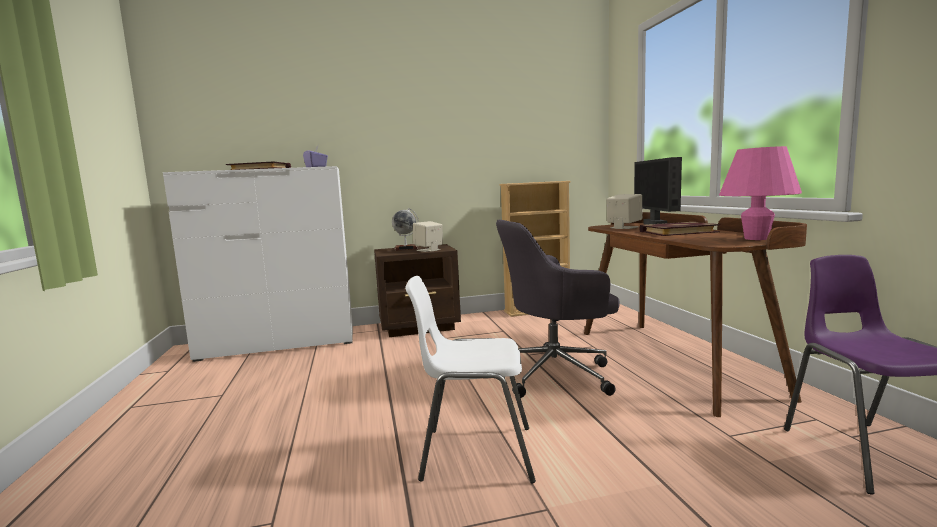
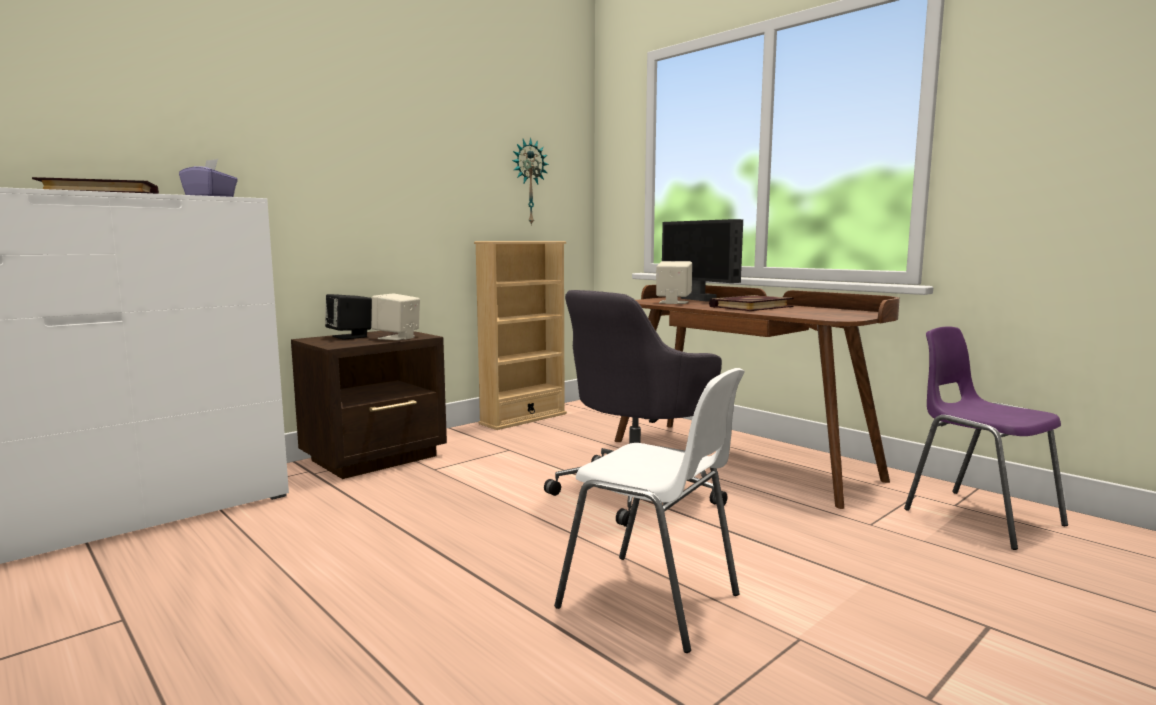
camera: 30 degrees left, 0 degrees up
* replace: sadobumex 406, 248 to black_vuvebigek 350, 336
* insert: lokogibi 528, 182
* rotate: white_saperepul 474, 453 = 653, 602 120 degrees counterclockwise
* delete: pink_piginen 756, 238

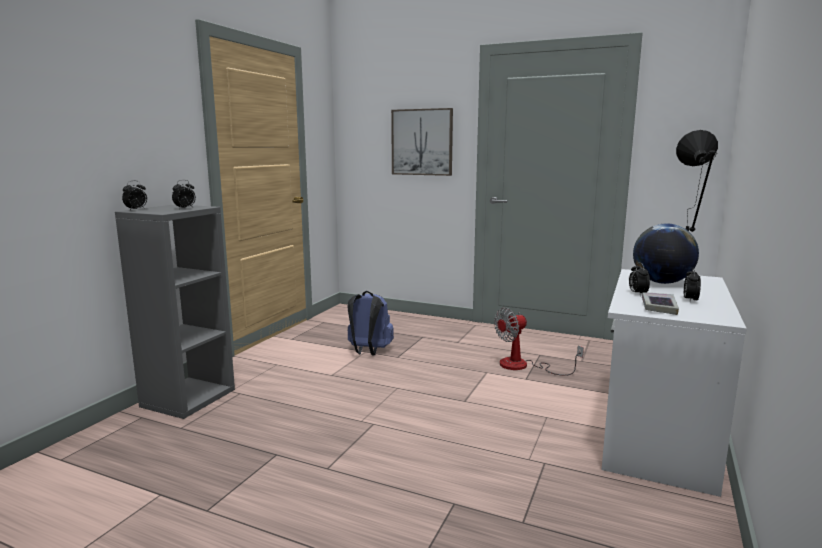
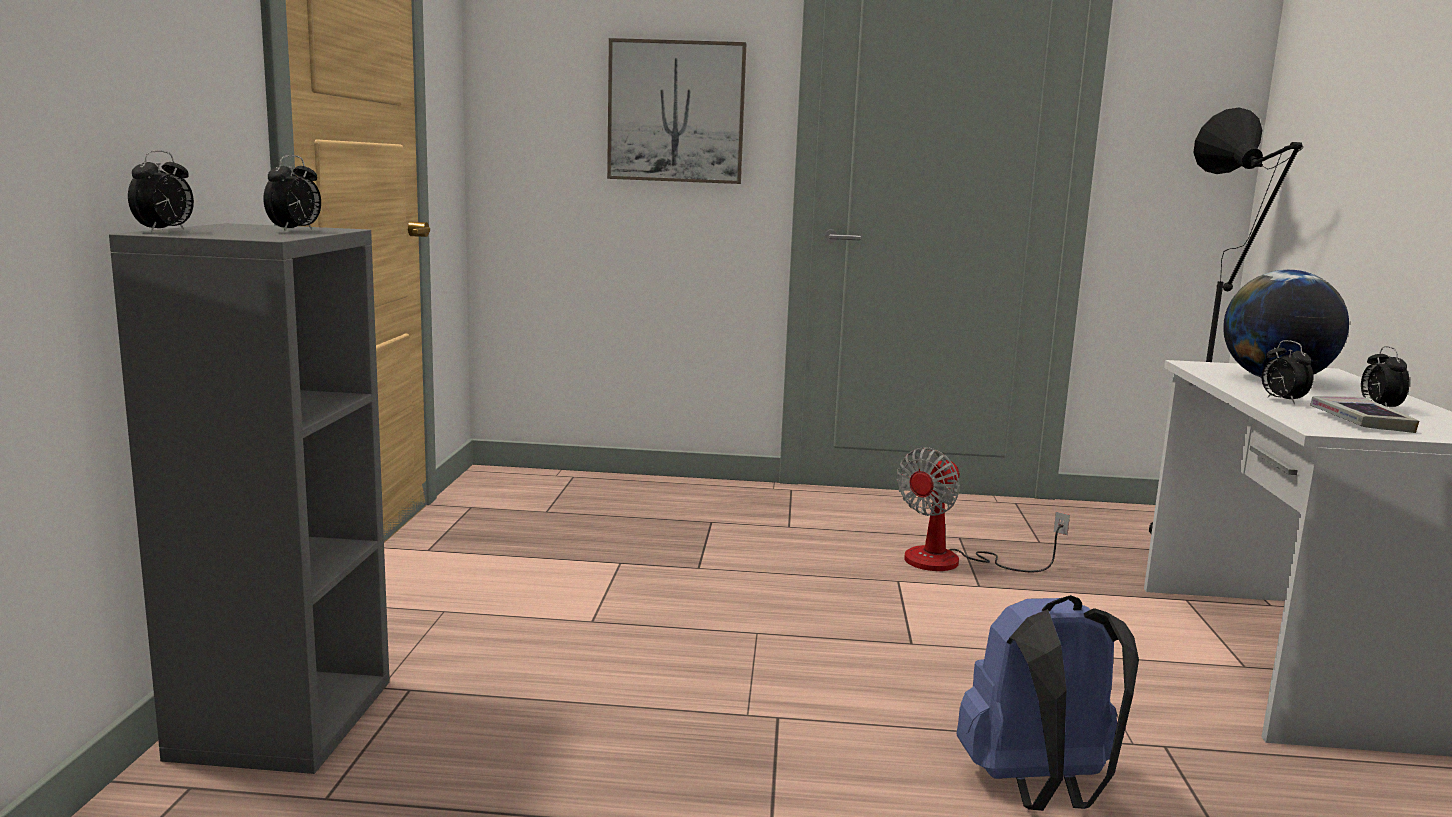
camera: 20 degrees left, 0 degrees up
* move: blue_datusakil 368, 351 to 1039, 790

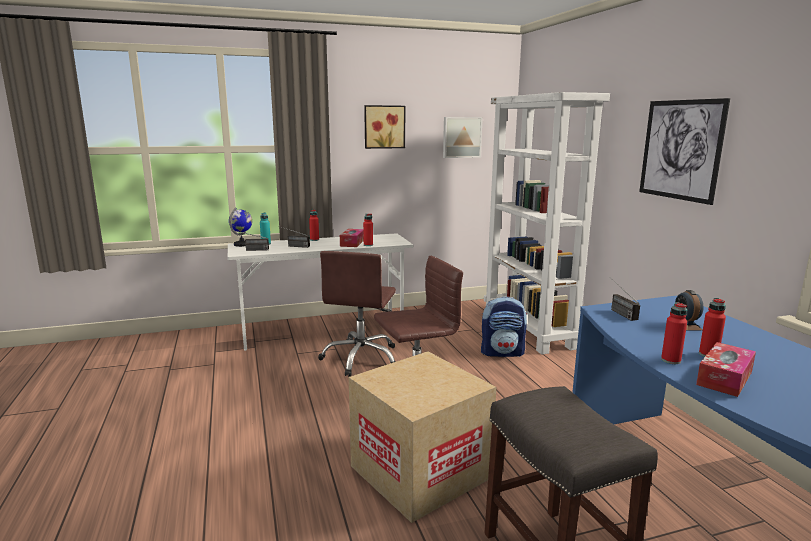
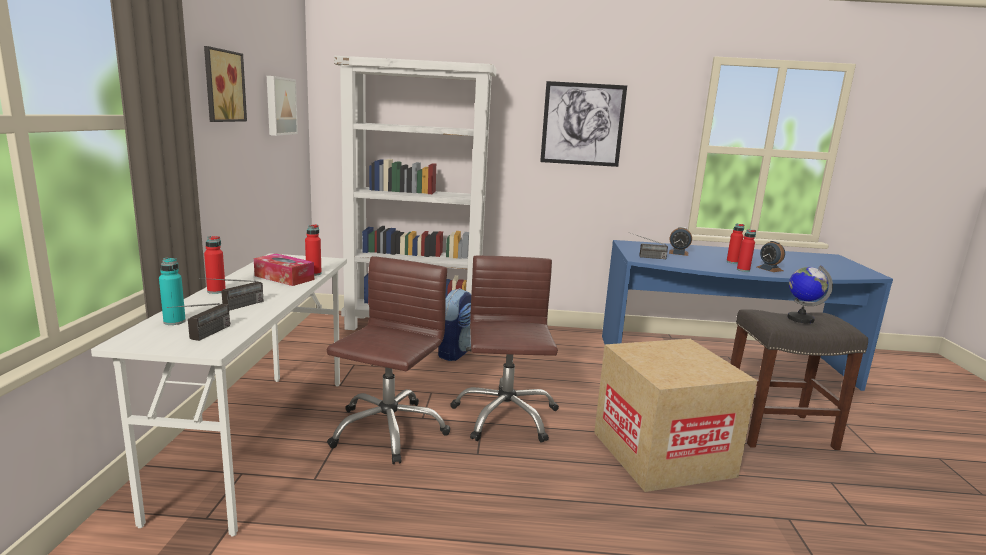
camera: 70 degrees left, 0 degrees up
* rotate: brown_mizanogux 361, 358 = 388, 430 105 degrees counterclockwise
* replace: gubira 724, 378 to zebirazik 769, 269
* move: sadobumex 242, 244 to 800, 319

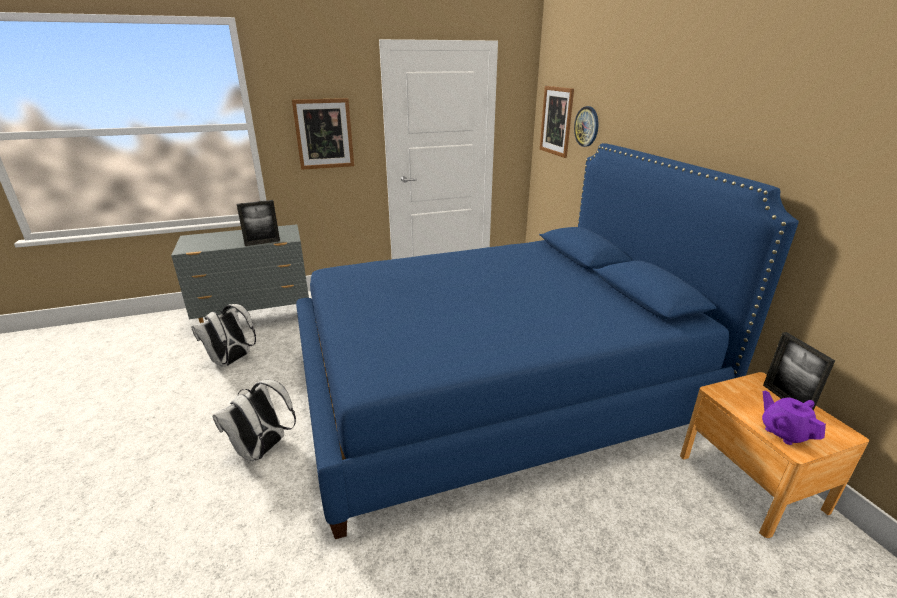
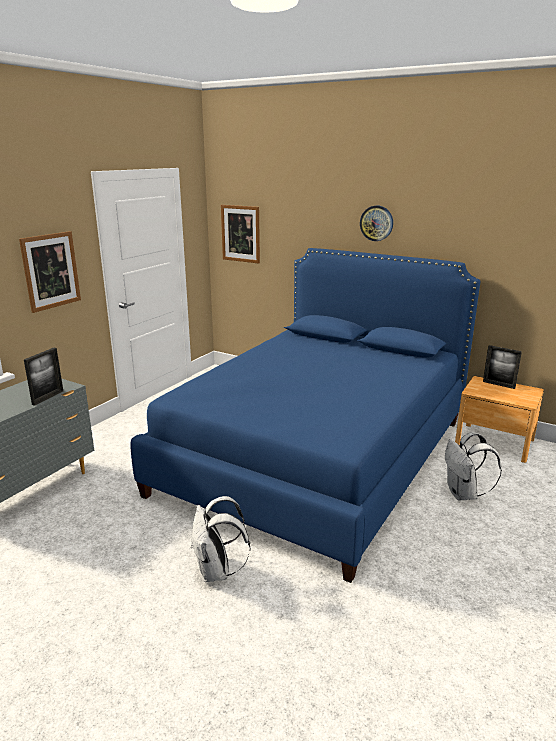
camera: 40 degrees left, 5 degrees down
* move: lokogibi 587, 126 to 376, 223
* move: white_datusakil 232, 361 to 464, 494
* delete: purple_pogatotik 784, 432

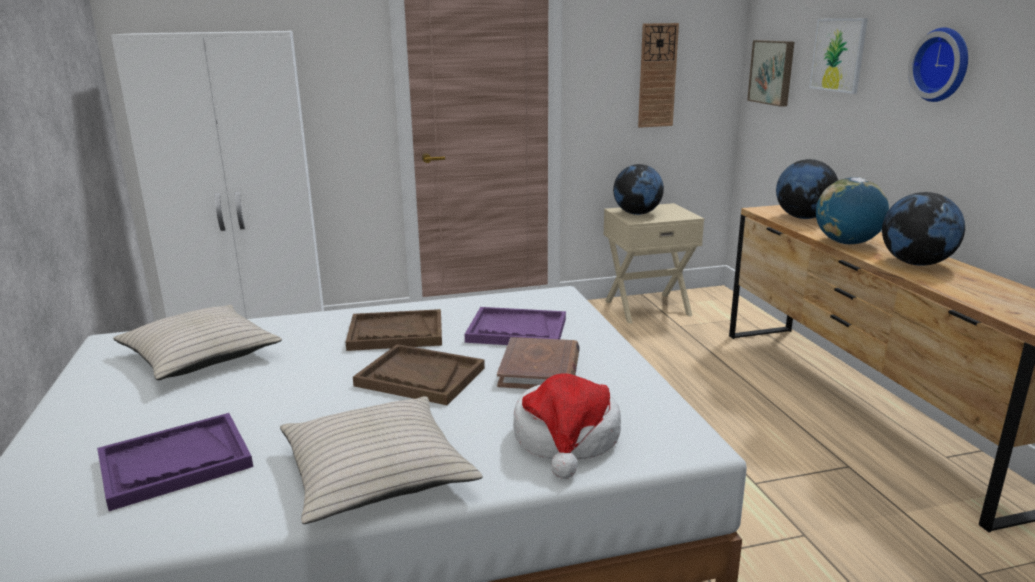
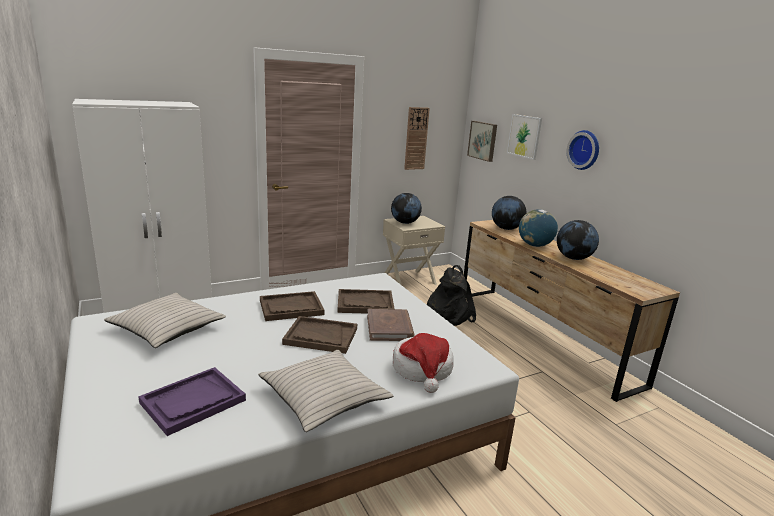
camera: 15 degrees left, 0 degrees up
* recolor: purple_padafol 516, 330 to brown_padafol 365, 303
* insert: black_datusakil 447, 314

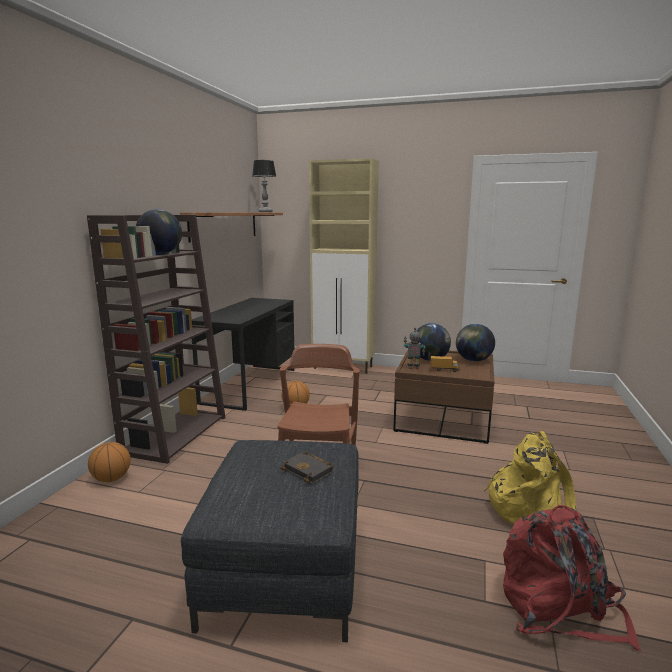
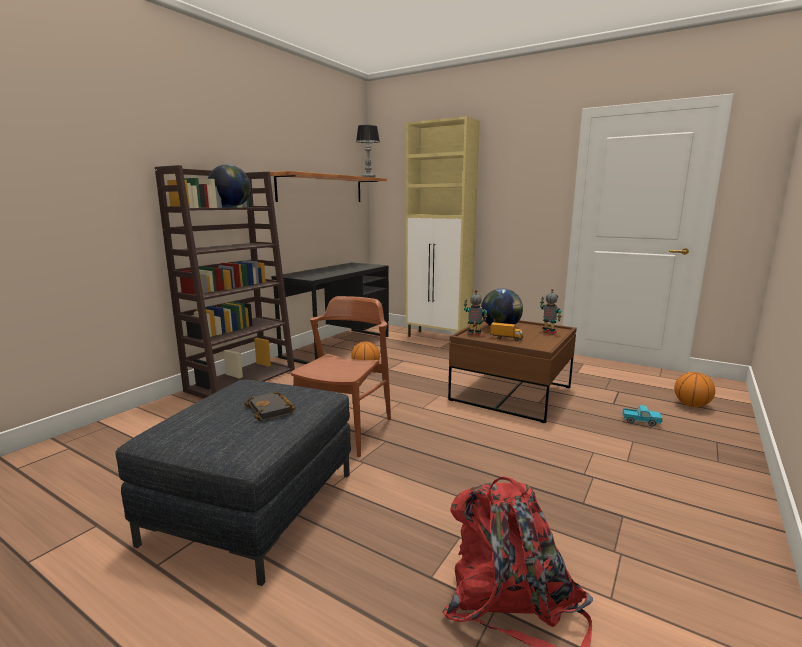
camera: 15 degrees right, 0 degrees up
* replace: sadobumex 473, 360 to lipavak 548, 332
* insert: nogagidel 641, 422
* move: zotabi 111, 479 to 691, 405
* delete: yellow_datusakil 528, 508

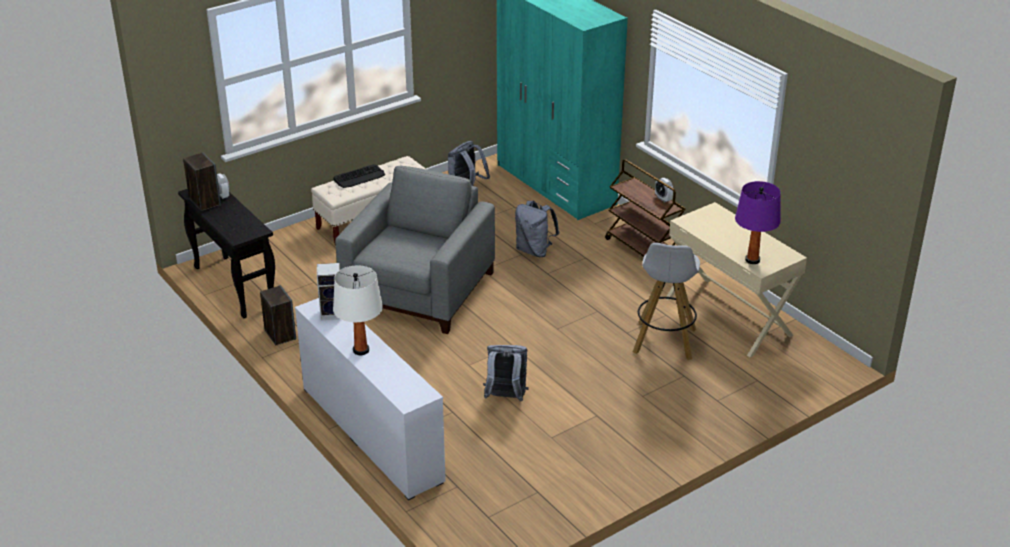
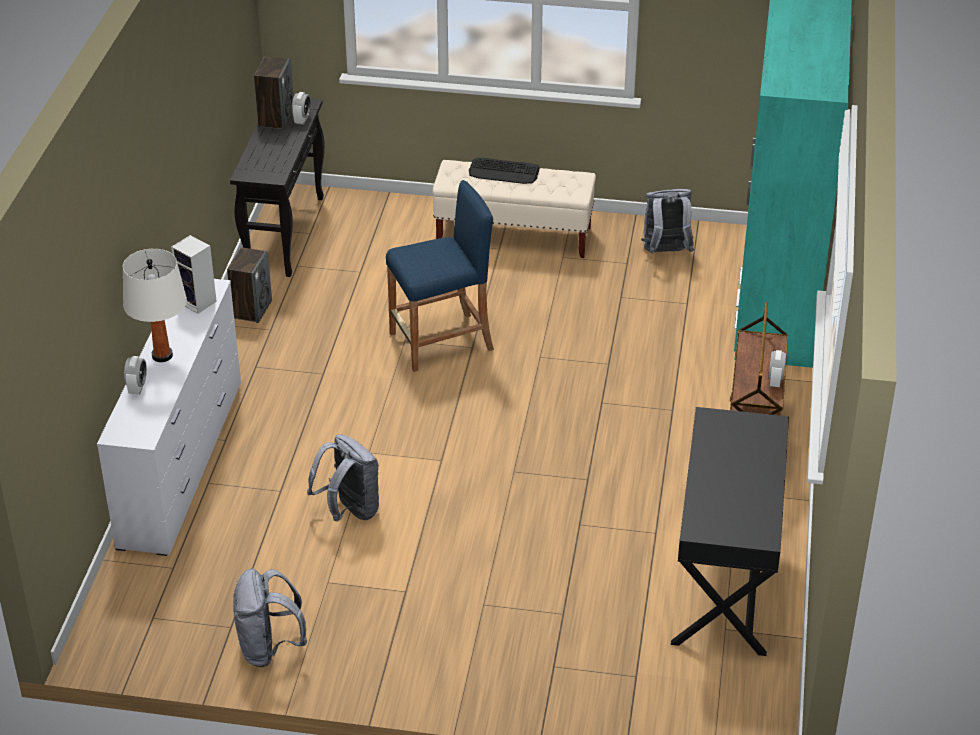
camera: 45 degrees right, 5 degrees up
* insert: zebirazik 137, 388
* move: grey_datusakil 534, 251 to 269, 648
* replace: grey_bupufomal 419, 291 to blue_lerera 441, 342
* recolor: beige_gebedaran 729, 316 to black_gebedaran 726, 582
* delete: white_lerera 664, 342
* delete: purple_piginen 752, 260

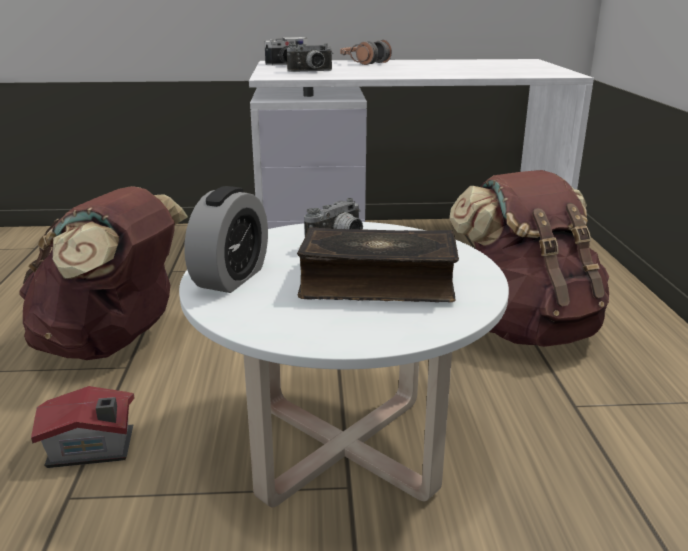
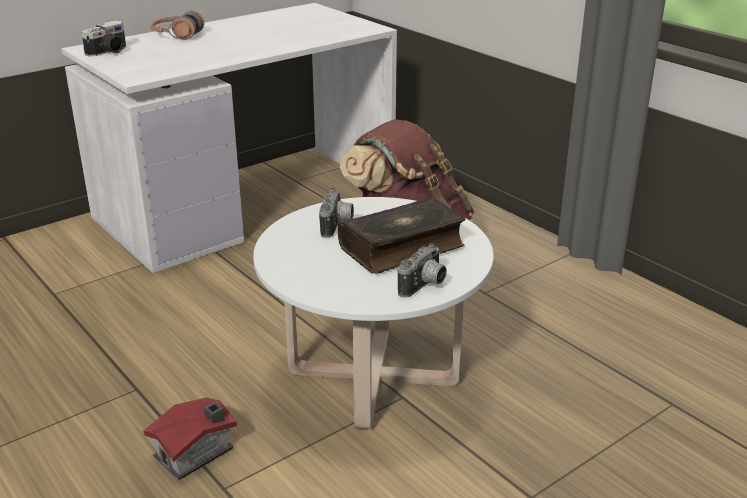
camera: 35 degrees left, 5 degrees up
* move: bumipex 311, 72 to 425, 286
* delete: brown_datusakil 112, 343
* delete: zebirazik 231, 278

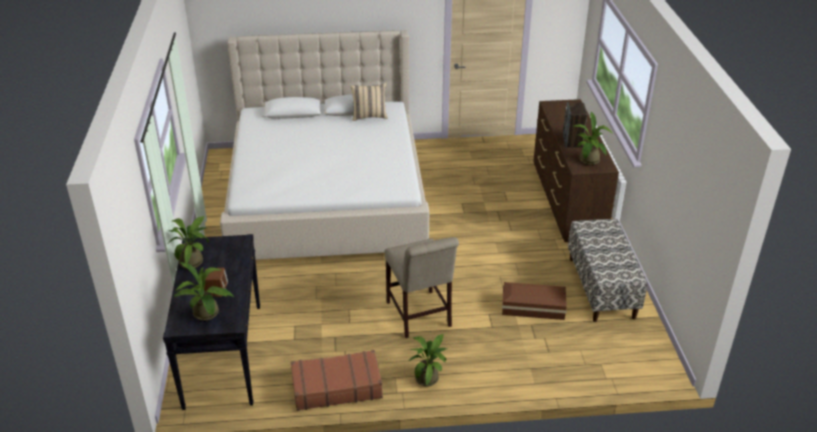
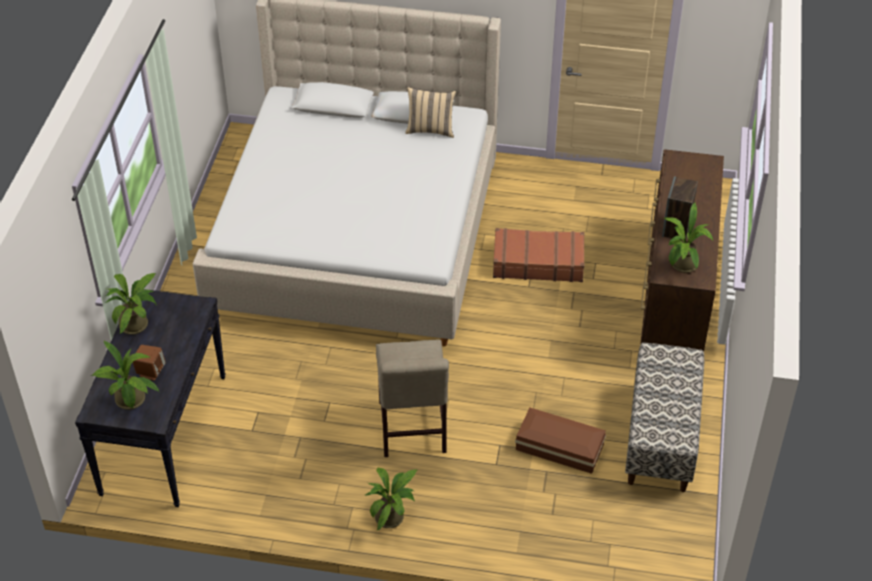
camera: 15 degrees right, 10 degrees up
* move: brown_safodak 336, 387 to 537, 263

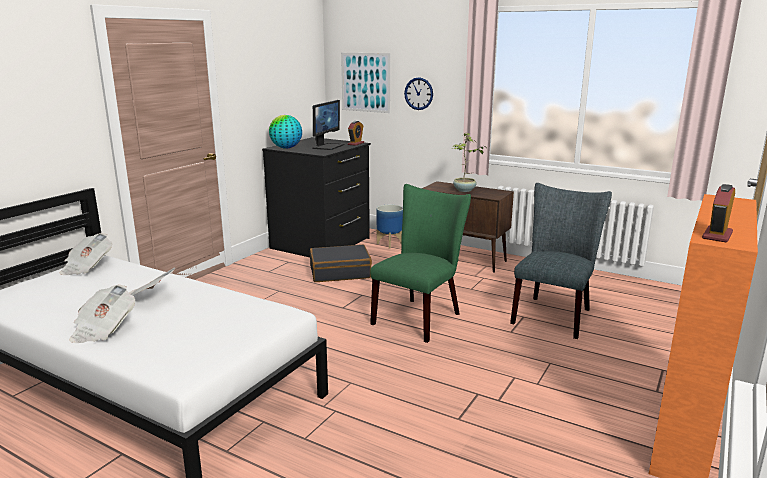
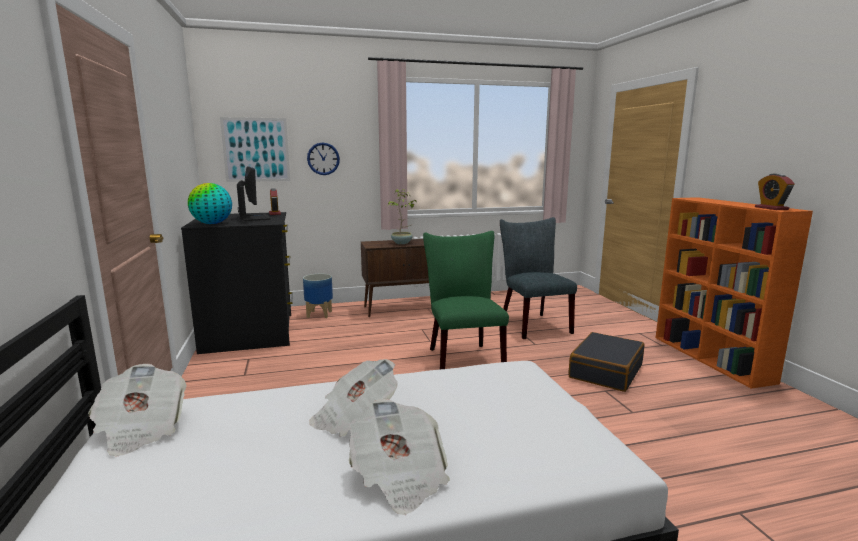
camera: 45 degrees left, 5 degrees down
* move: black_safodak 340, 272 to 605, 371

